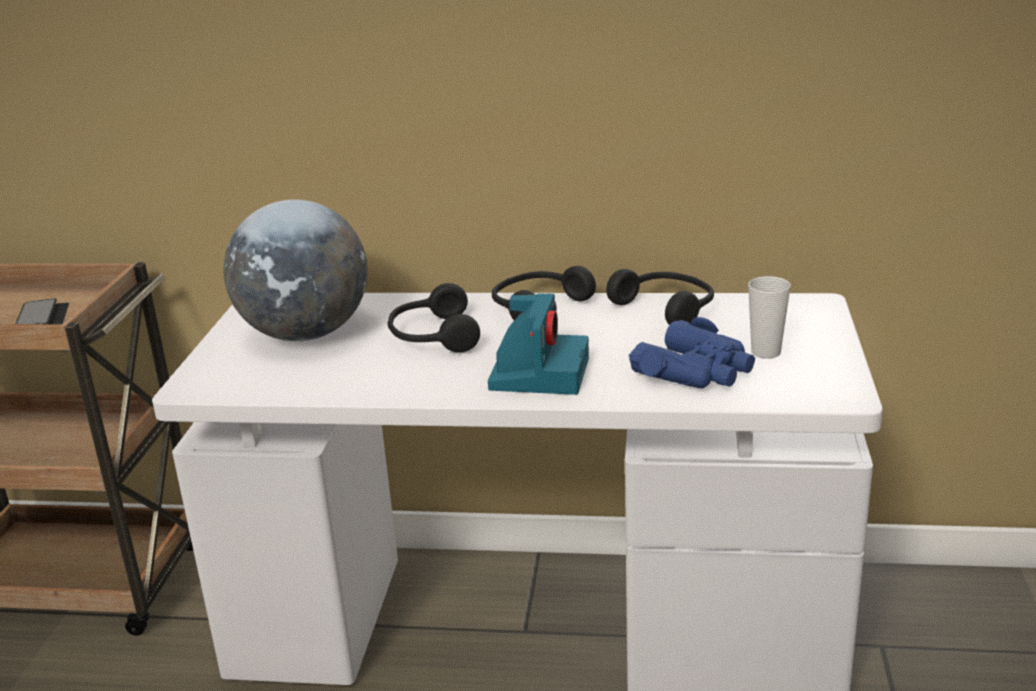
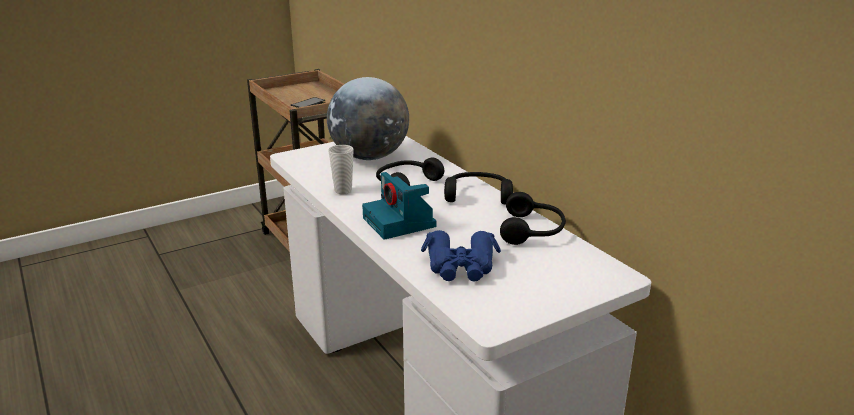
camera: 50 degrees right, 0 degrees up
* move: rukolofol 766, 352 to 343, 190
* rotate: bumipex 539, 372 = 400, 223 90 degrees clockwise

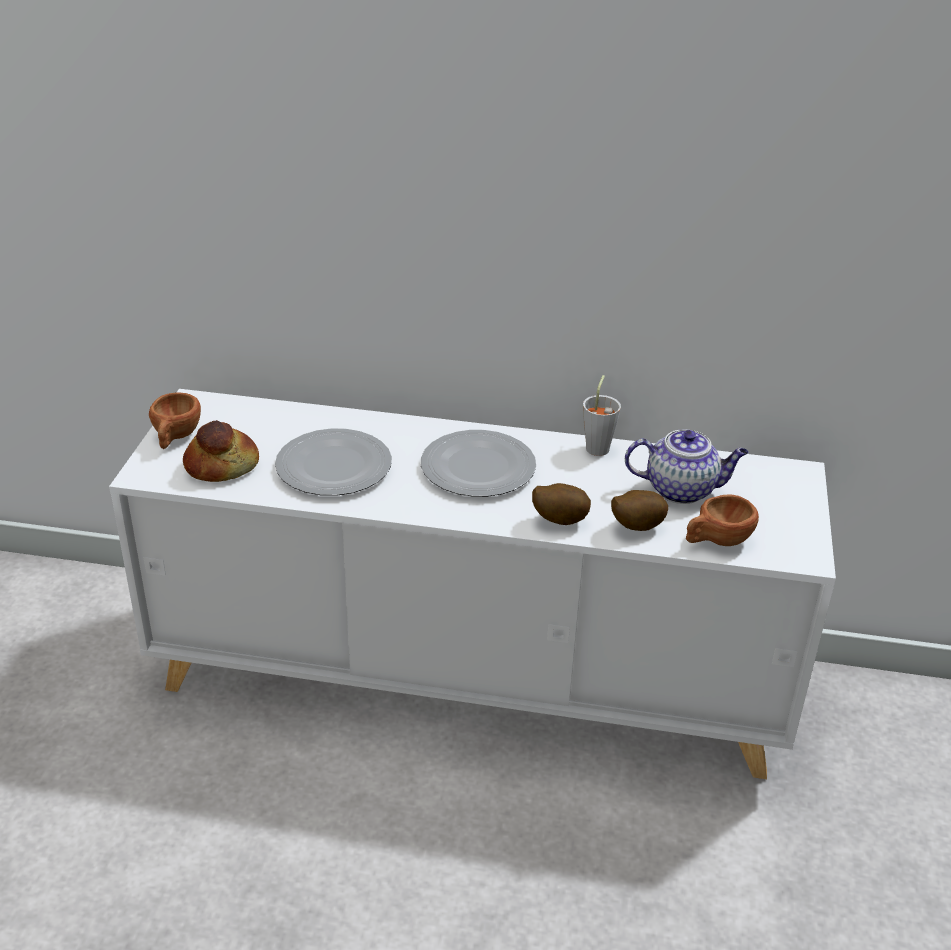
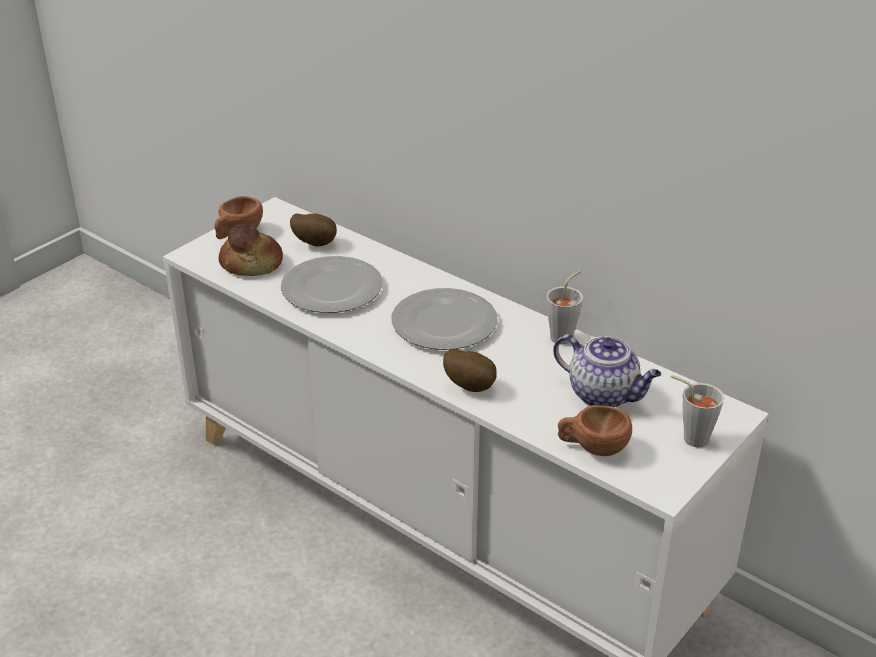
camera: 30 degrees right, 0 degrees up
* move: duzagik 635, 527 to 315, 243
* insert: grey_rukolofol 690, 436

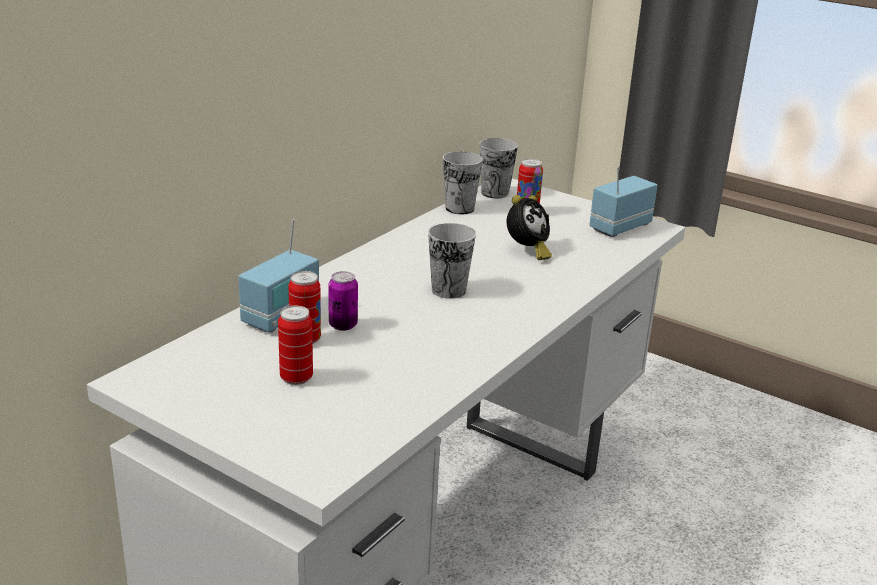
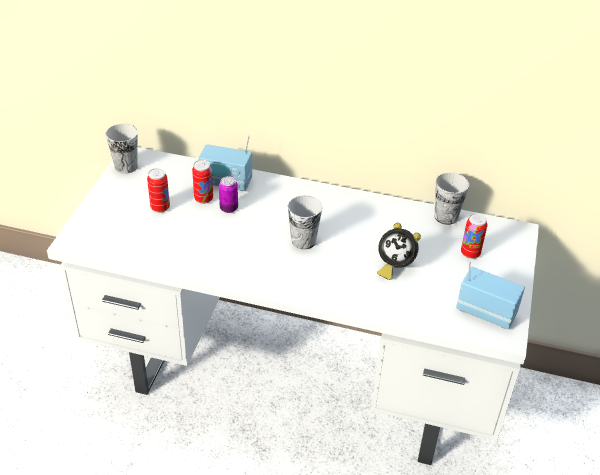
camera: 70 degrees right, 15 degrees up
* move: rukolofol 495, 193 to 126, 166

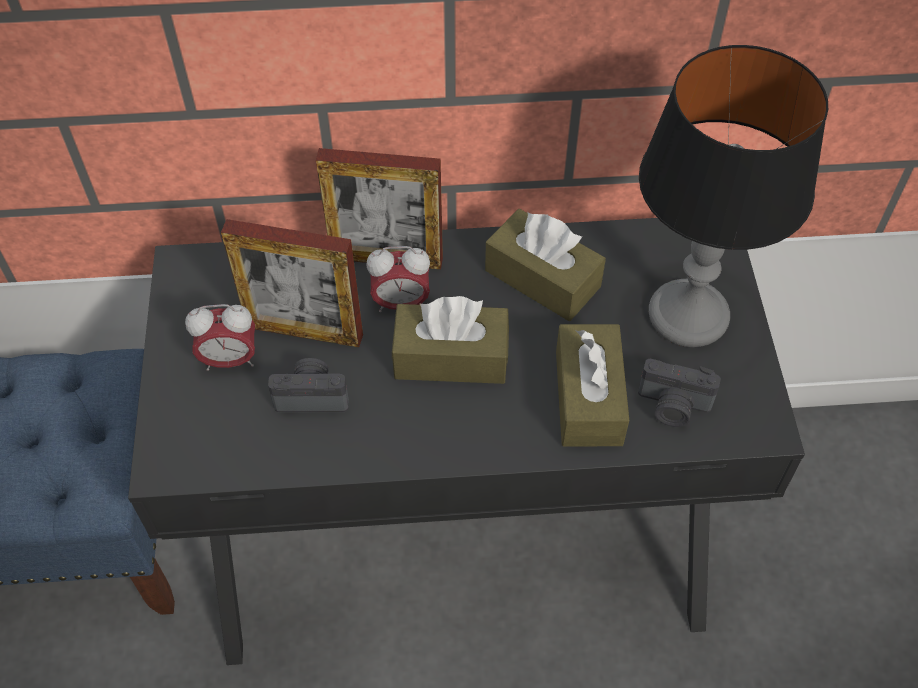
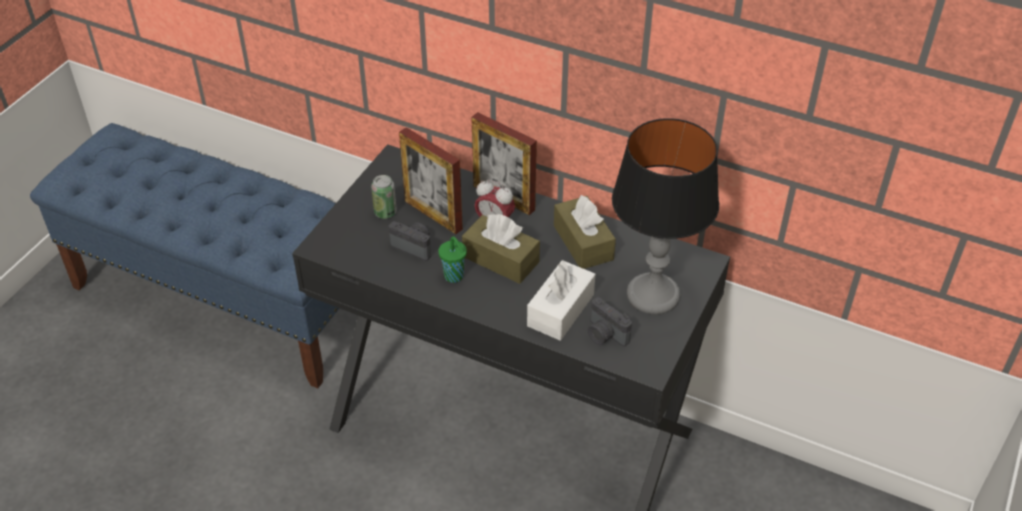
camera: 30 degrees right, 10 degrees down
* replace: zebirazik 230, 360 to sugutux 385, 212
* insert: green_rukolofol 454, 277
* recolor: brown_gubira 588, 397 to white_gubira 560, 310

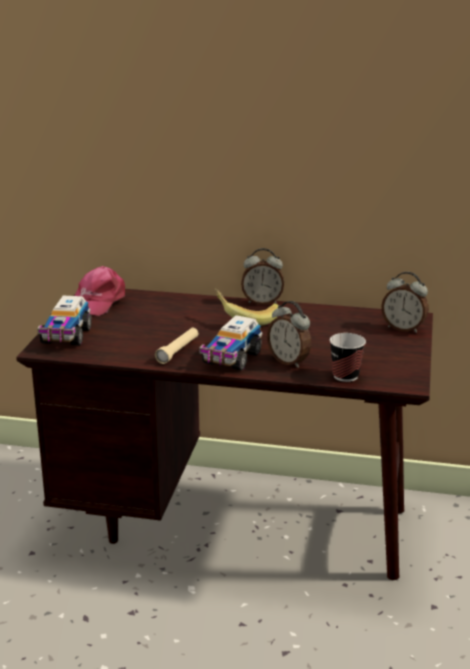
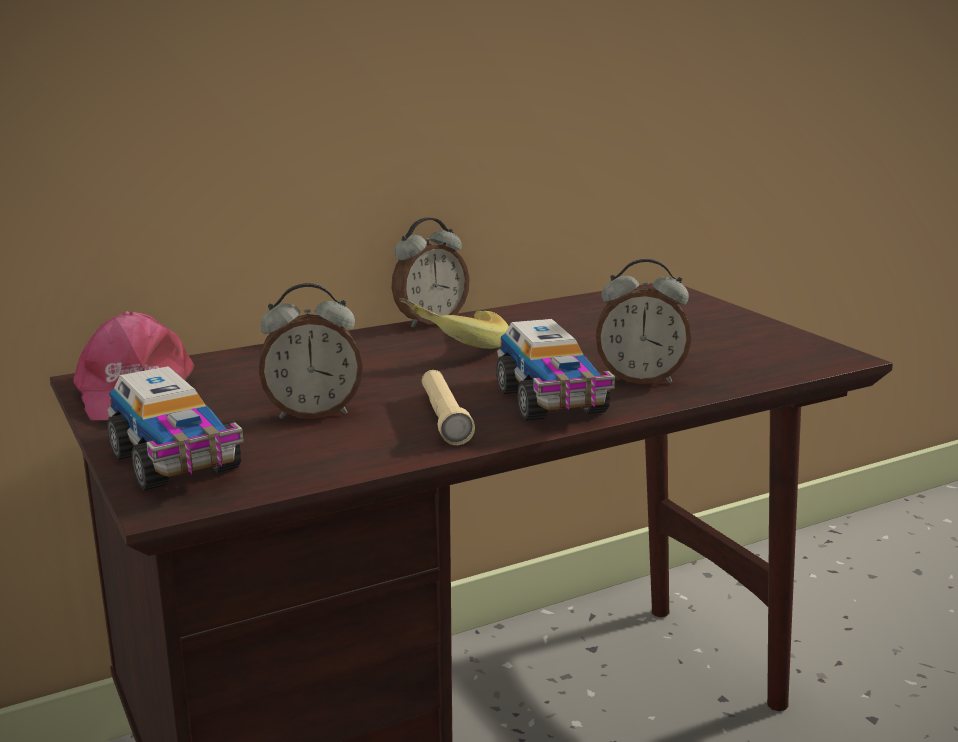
camera: 40 degrees left, 5 degrees down
* move: zebirazik 403, 328 to 313, 413
* delete: rukolofol 345, 376

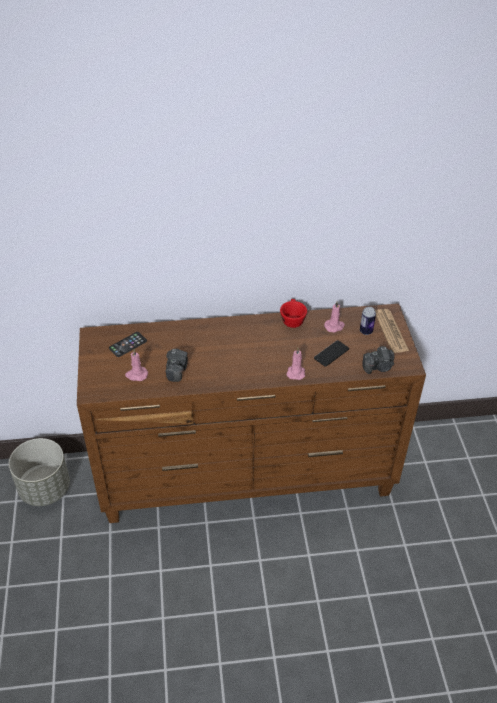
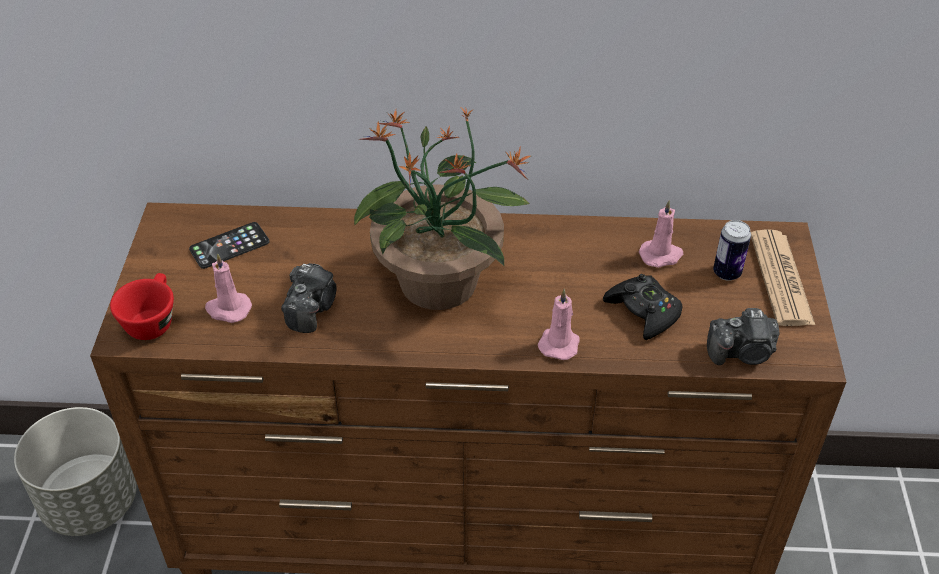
camera: 10 degrees right, 0 degrees up
* move: red_rukolofol 292, 319 to 152, 320
* insert: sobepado 440, 284
* replace: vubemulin 331, 354 to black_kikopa 643, 312

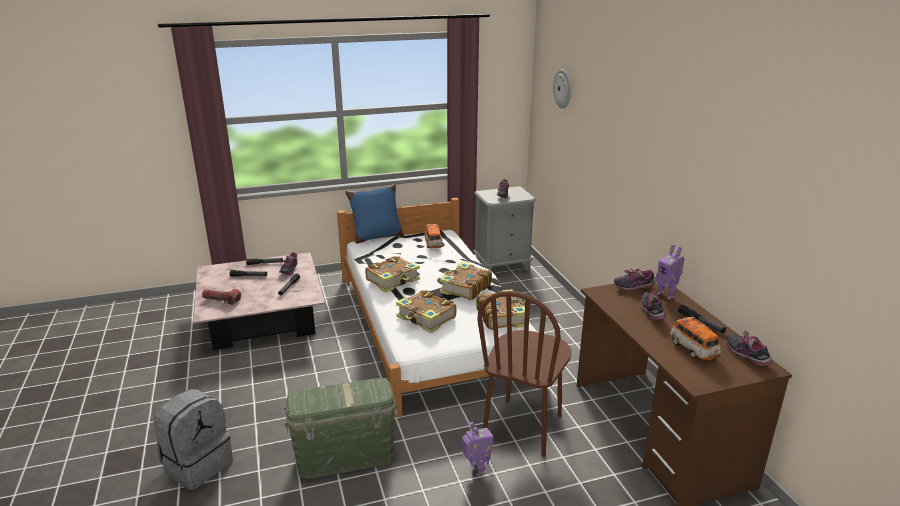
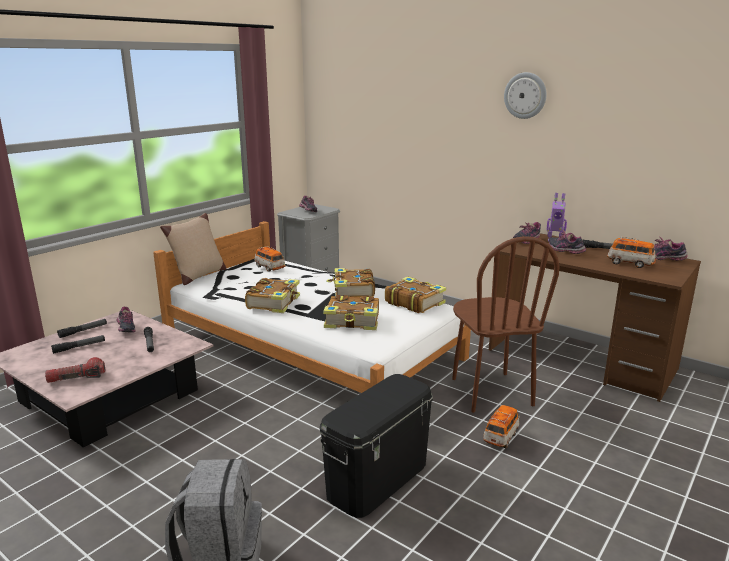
camera: 35 degrees left, 5 degrees down
* recolor: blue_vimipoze 376, 237 to beige_vimipoze 198, 276
* recolor: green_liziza 345, 456 to black_liziza 377, 479
* replace: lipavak 476, 469 to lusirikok 501, 437
* move: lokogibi 563, 88 to 525, 95

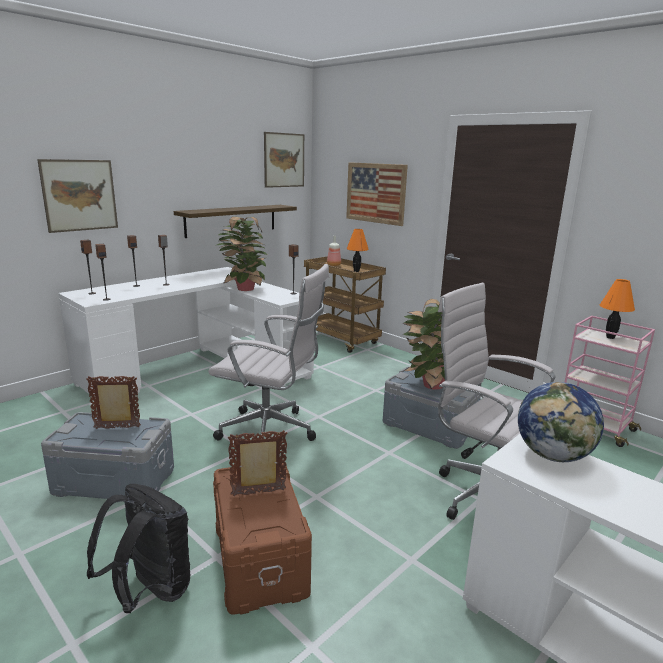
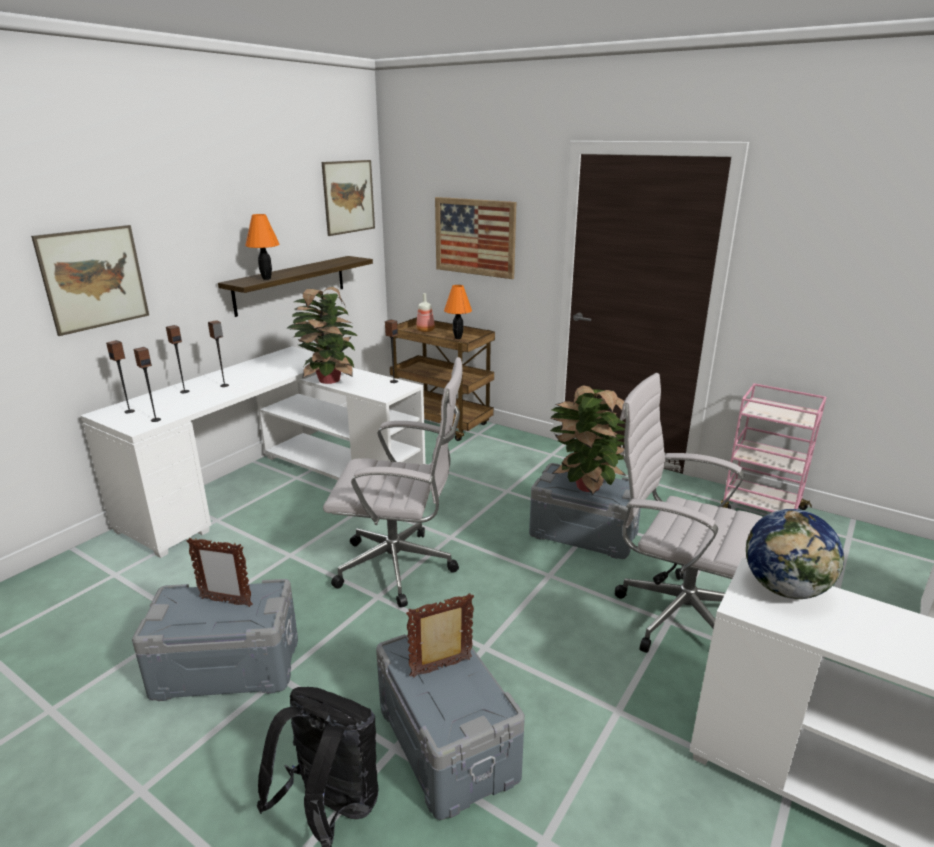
camera: 10 degrees left, 5 degrees up
* rotate: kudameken 117, 428 = 226, 602 150 degrees counterclockwise
* move: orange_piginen 609, 337 to 266, 279
* recolor: brown_liziza 258, 559 to grey_liziza 445, 742

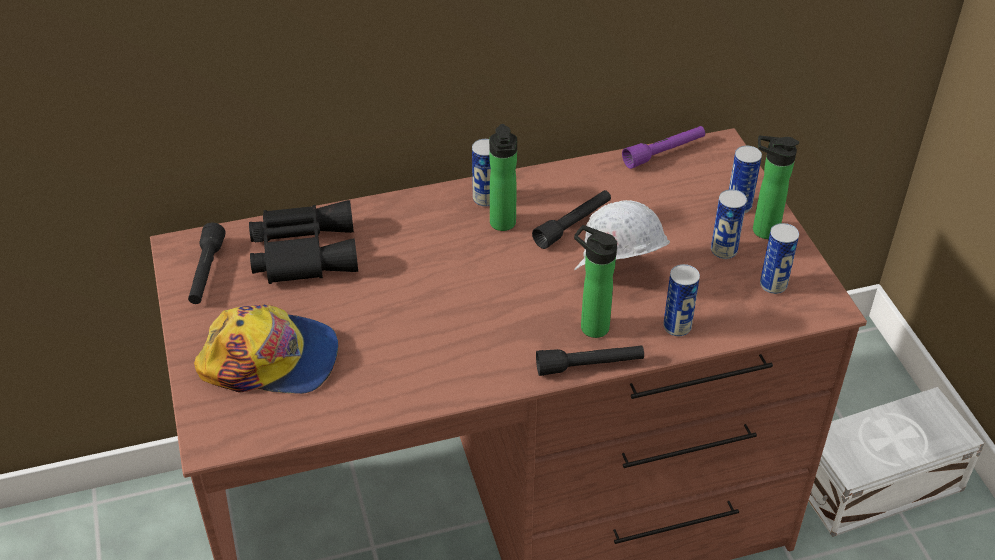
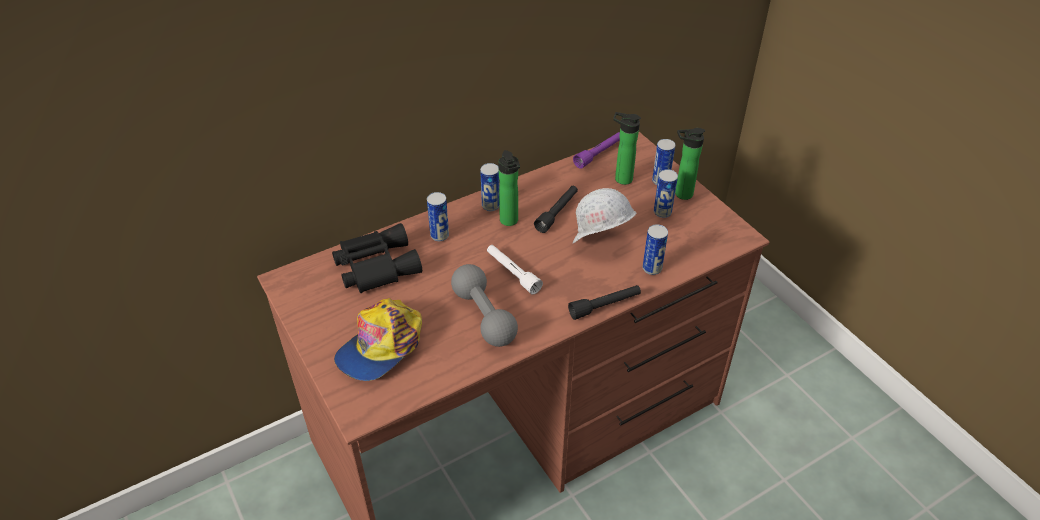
camera: 15 degrees left, 0 degrees up
* rotate: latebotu 271, 359 = 381, 346 135 degrees clockwise
* move: sugutux 773, 285 to 439, 235
* insert: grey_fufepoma 484, 316
* insert: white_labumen 512, 273
* move: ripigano 590, 326 to 620, 178
* delete: black_labumen 206, 272
* delete: white_liziza 880, 485

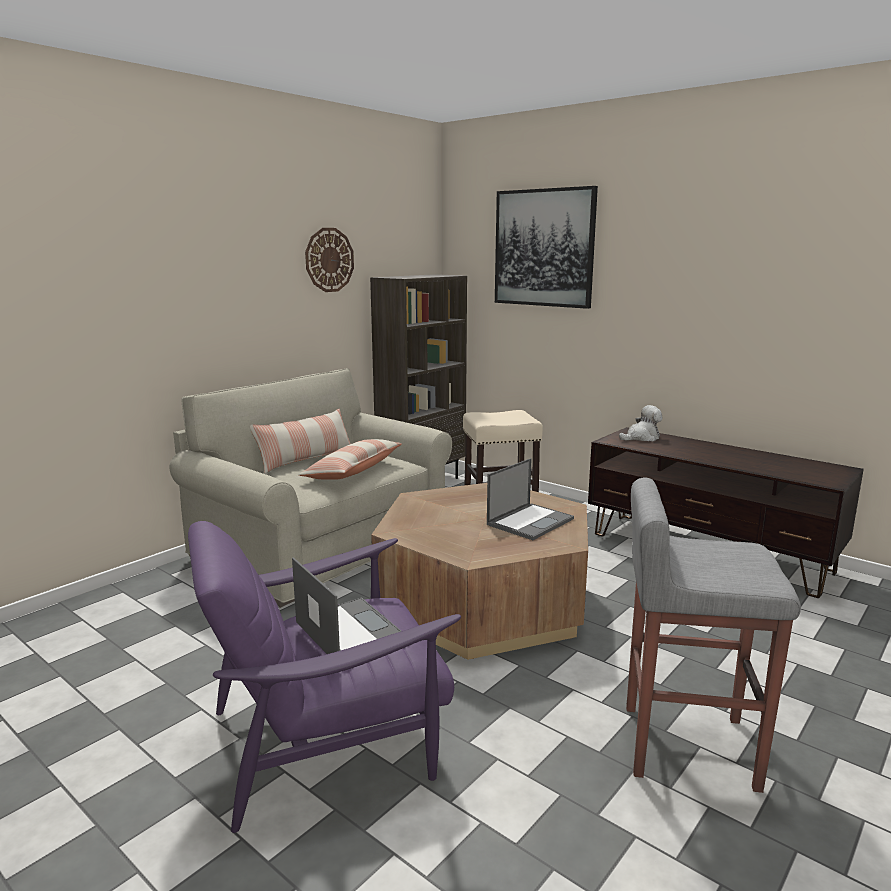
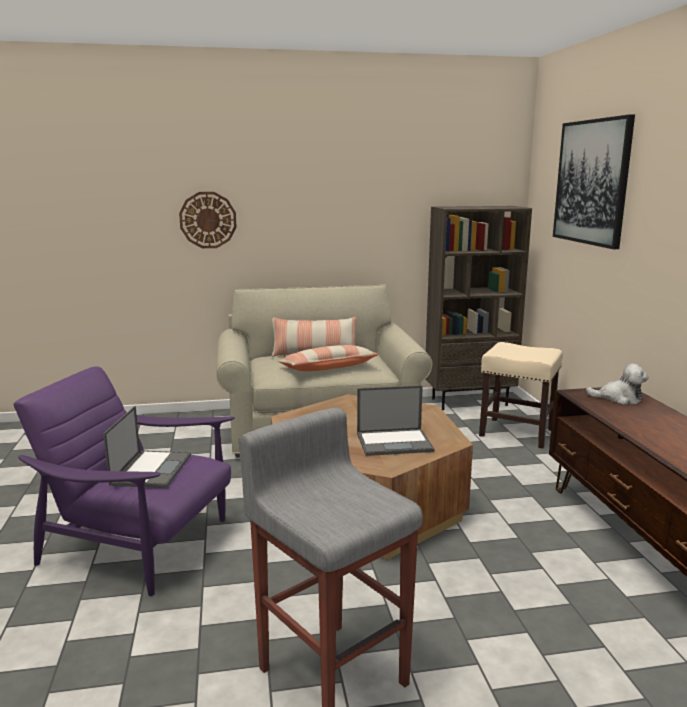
camera: 40 degrees right, 0 degrees up
* move: lokogibi 329, 260 to 208, 220

